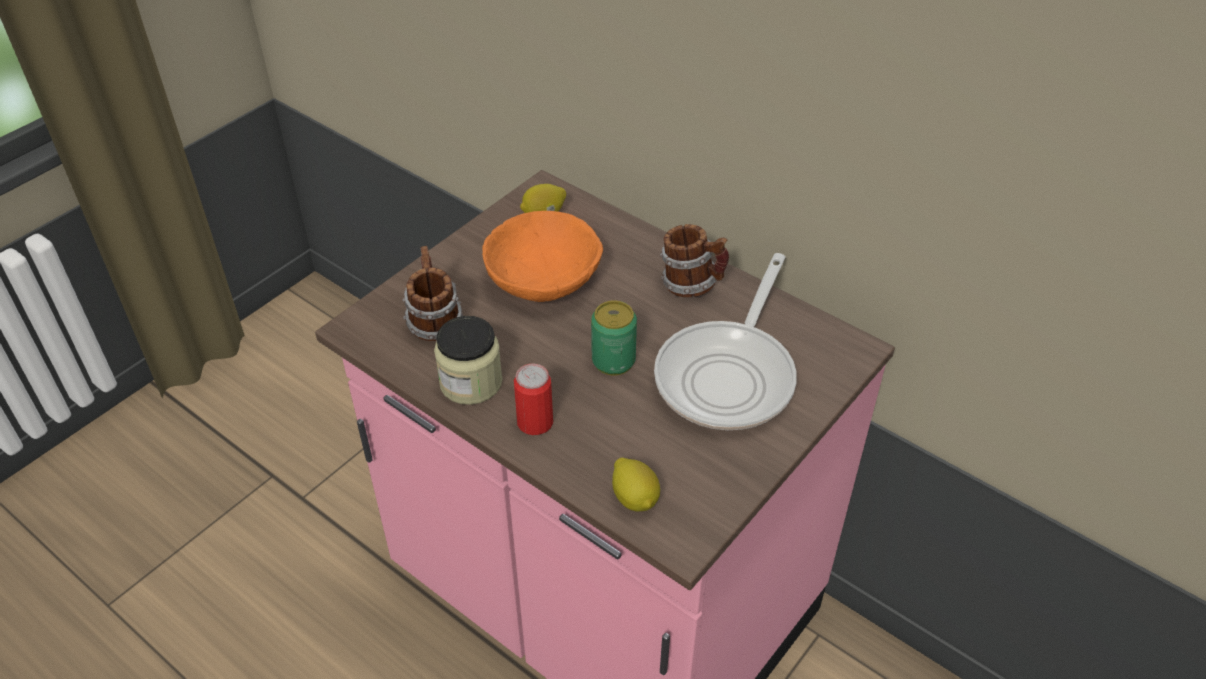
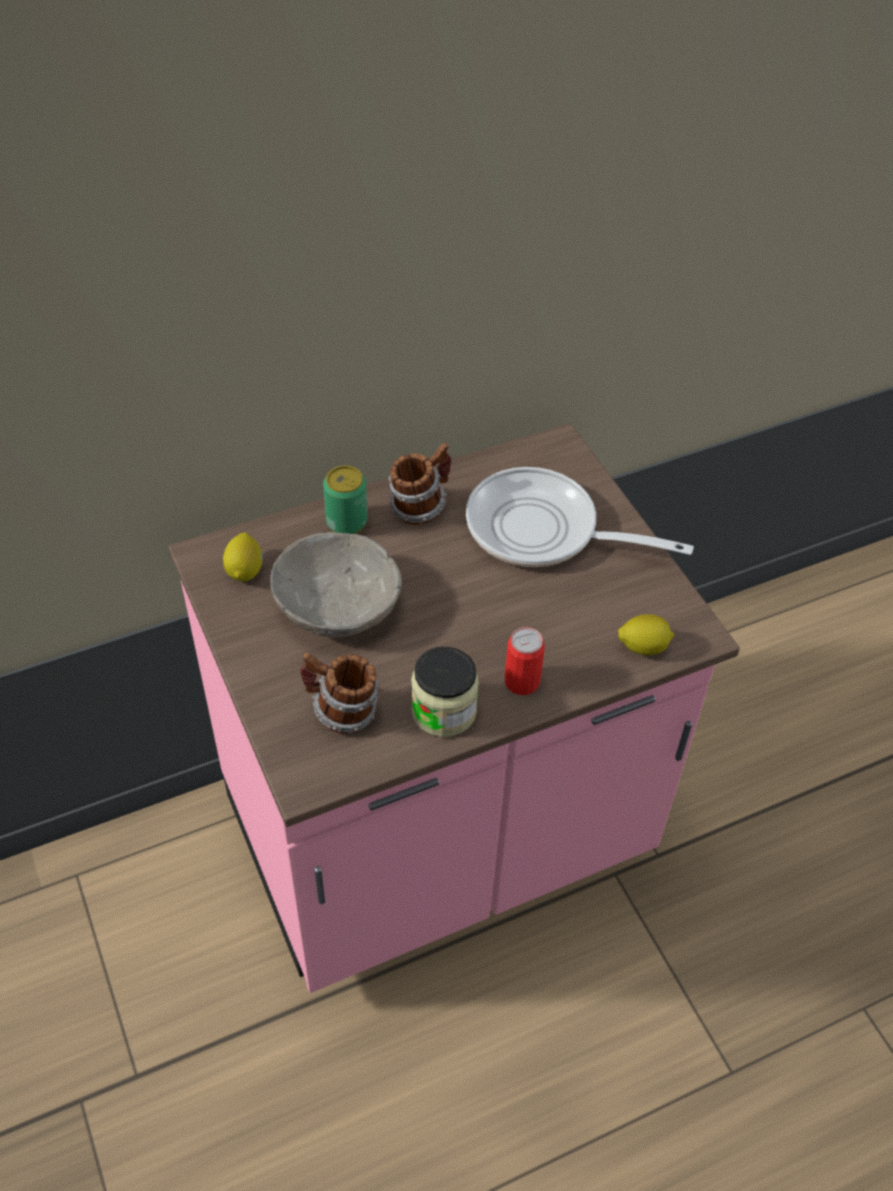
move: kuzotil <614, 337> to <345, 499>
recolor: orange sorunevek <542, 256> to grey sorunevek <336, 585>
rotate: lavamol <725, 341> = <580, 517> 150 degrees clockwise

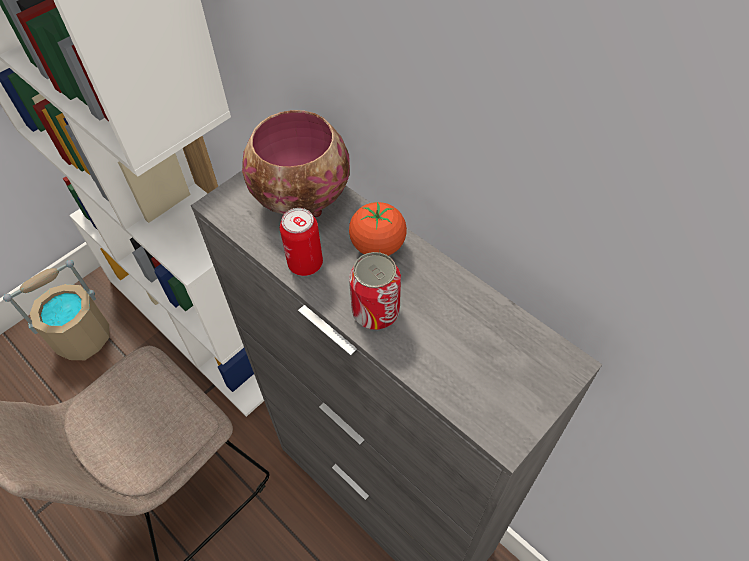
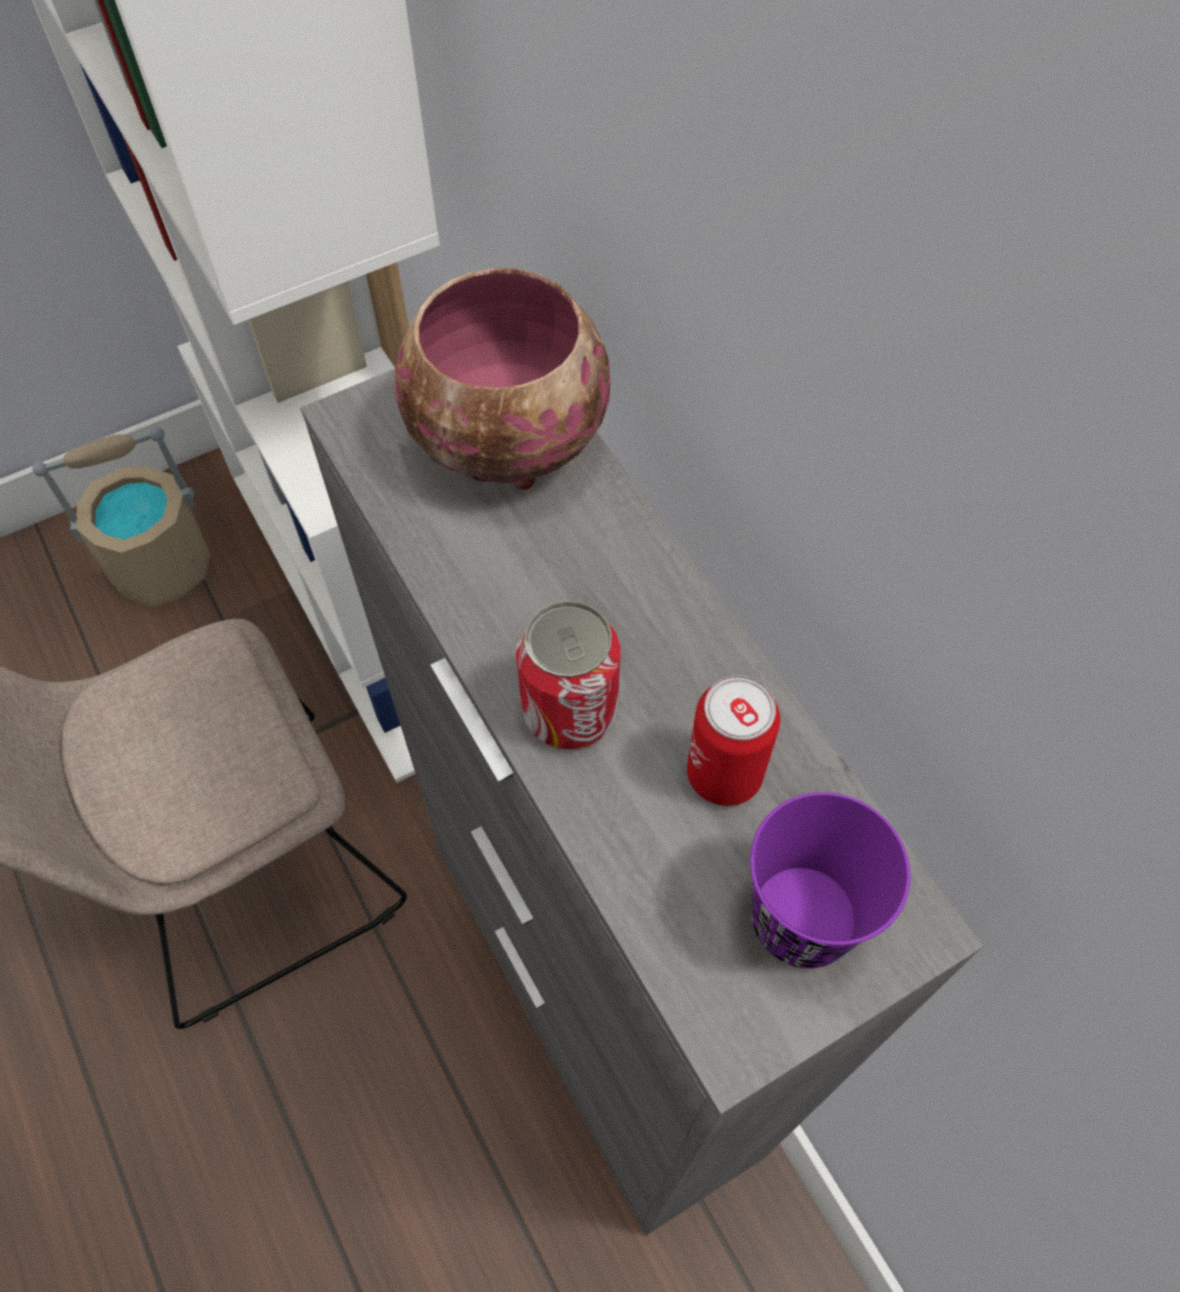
delete: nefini <378, 229>
insert: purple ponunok <830, 880>
move: kuzotil <301, 242> to <733, 740>

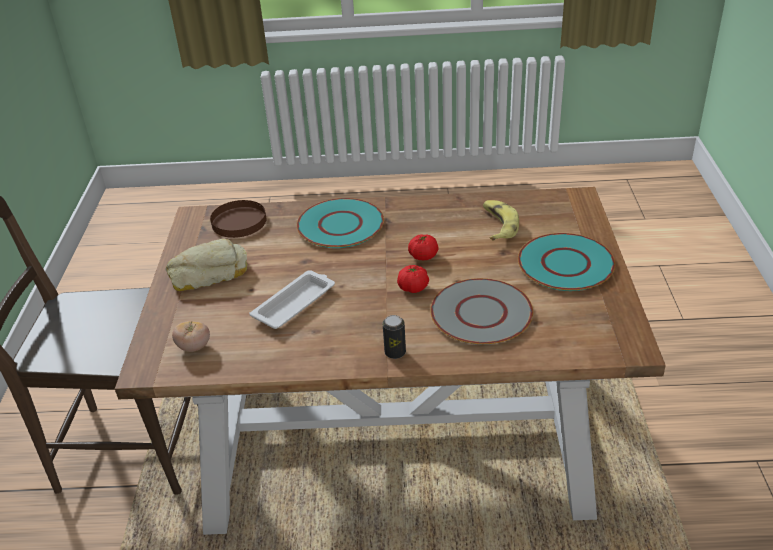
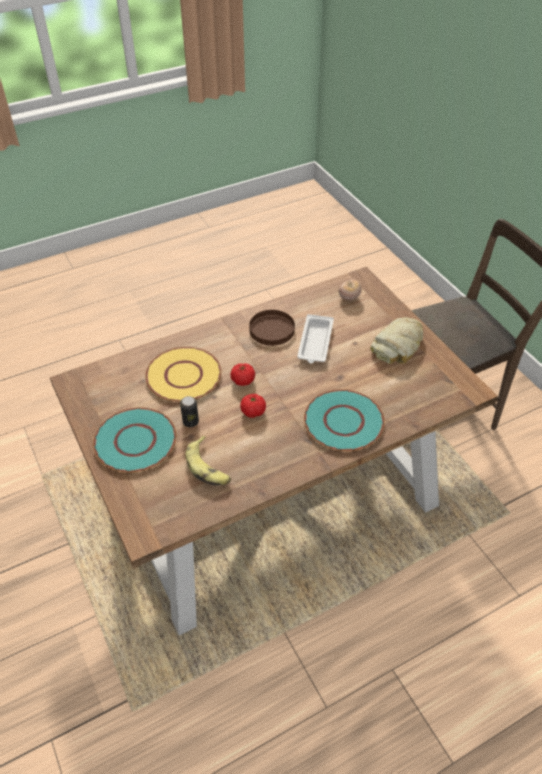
move: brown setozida <238, 219> to <272, 328>; kuzotil <394, 337> to <189, 411>
recolor: grey setozida <481, 311> to yellow setozida <183, 374>

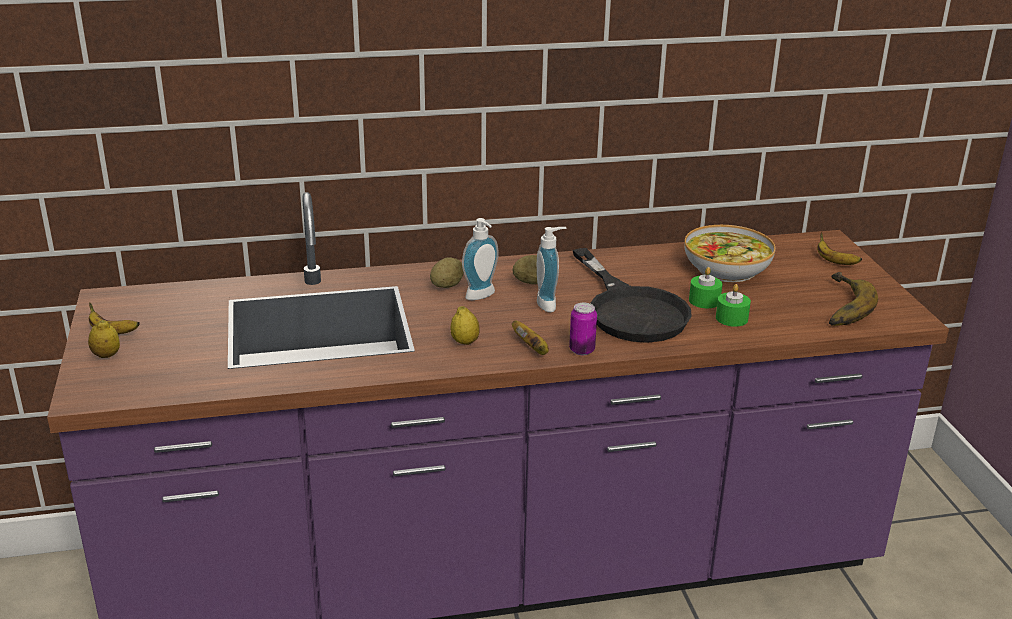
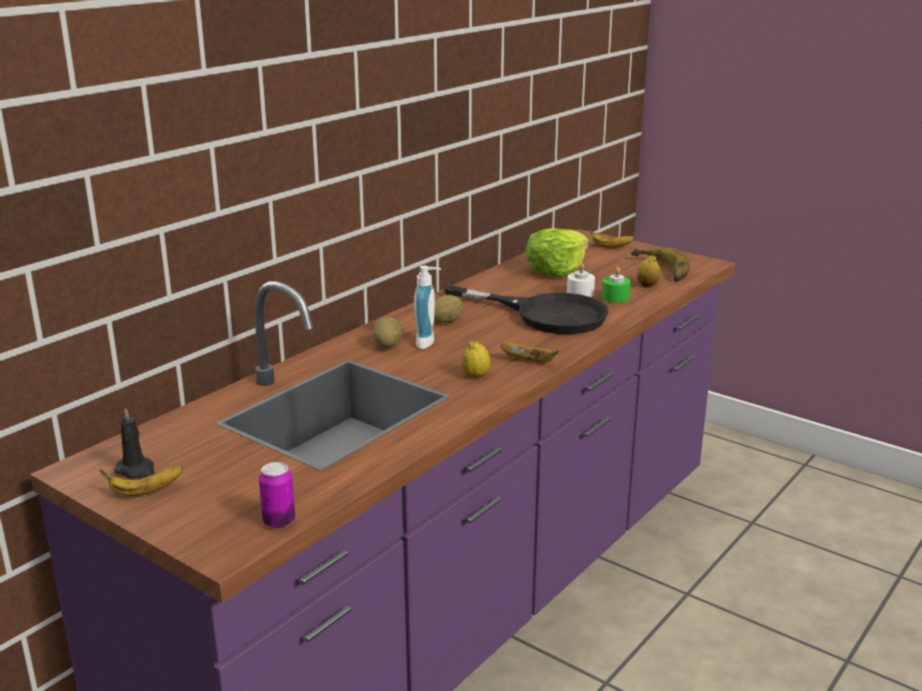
delete: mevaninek <551, 269>
insert: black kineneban <134, 443>
move: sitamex <104, 338> to <649, 271>; kuzotil <583, 328> to <277, 495>
replace: sorunevek <730, 253> to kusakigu <557, 253>
recolor: green kineneban <706, 287> to white kineneban <581, 280>

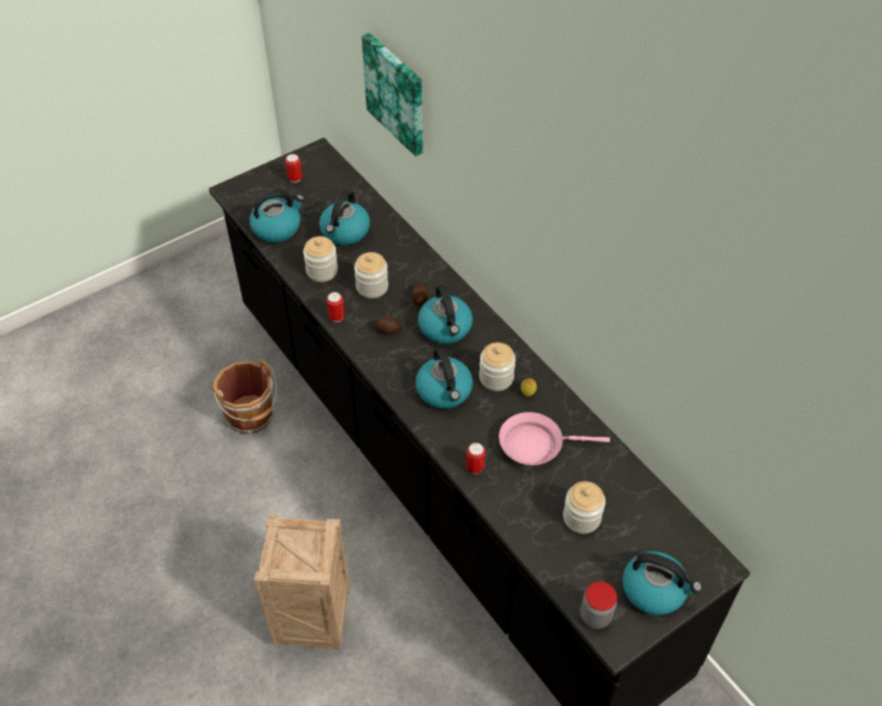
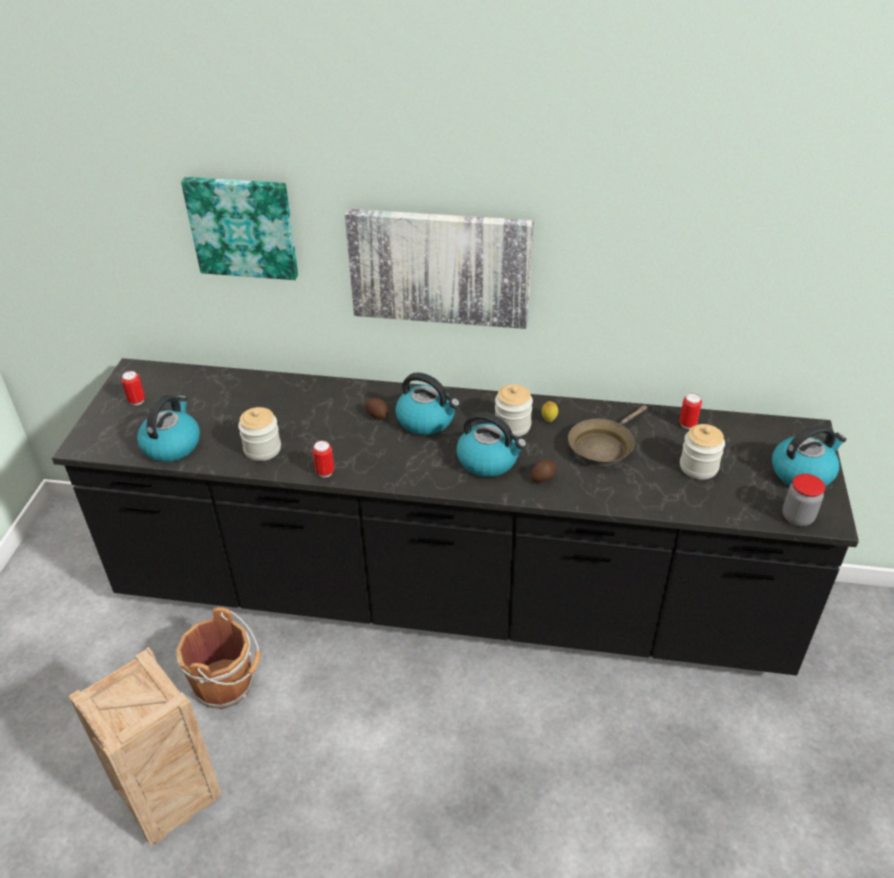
delete: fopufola <344, 217>; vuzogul <371, 275>
insert: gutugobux <439, 269>
move: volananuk <302, 582> to <145, 746>; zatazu <388, 325> to <544, 471>; kuzotil <476, 458> to <690, 411>
recolor: pink lavamol <554, 438> to brown lavamol <607, 436>

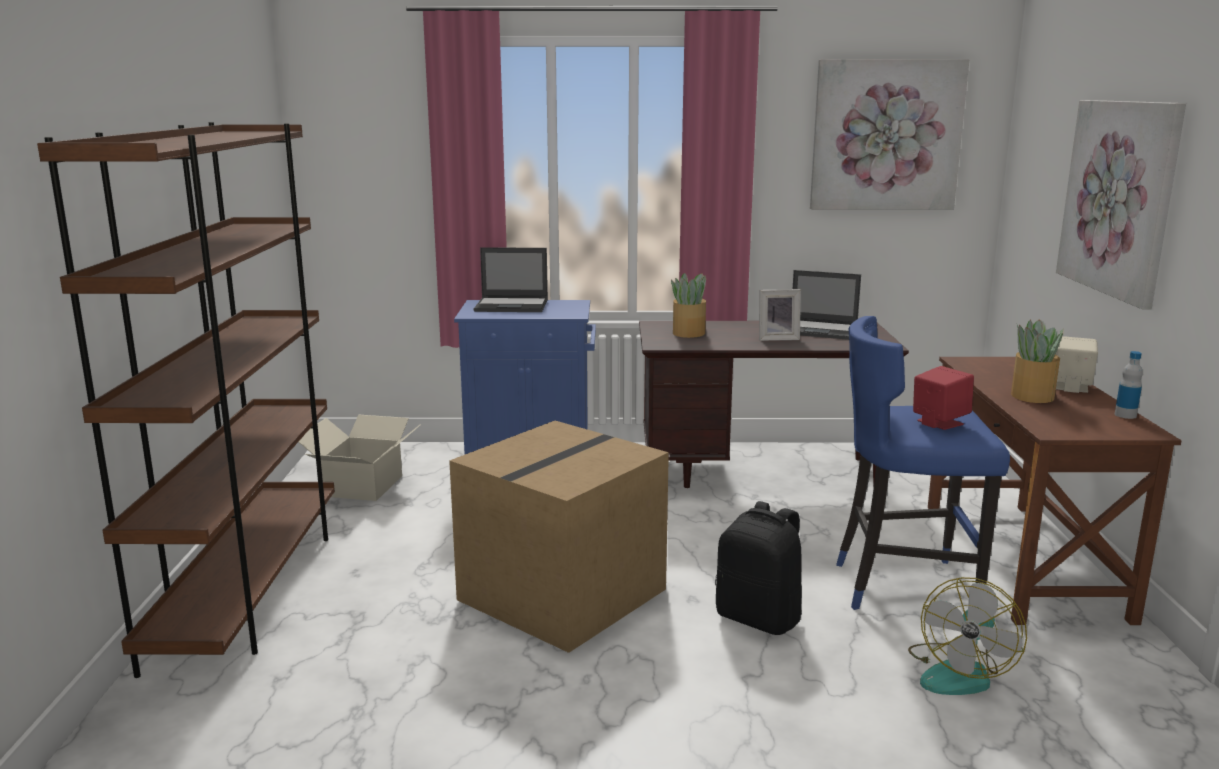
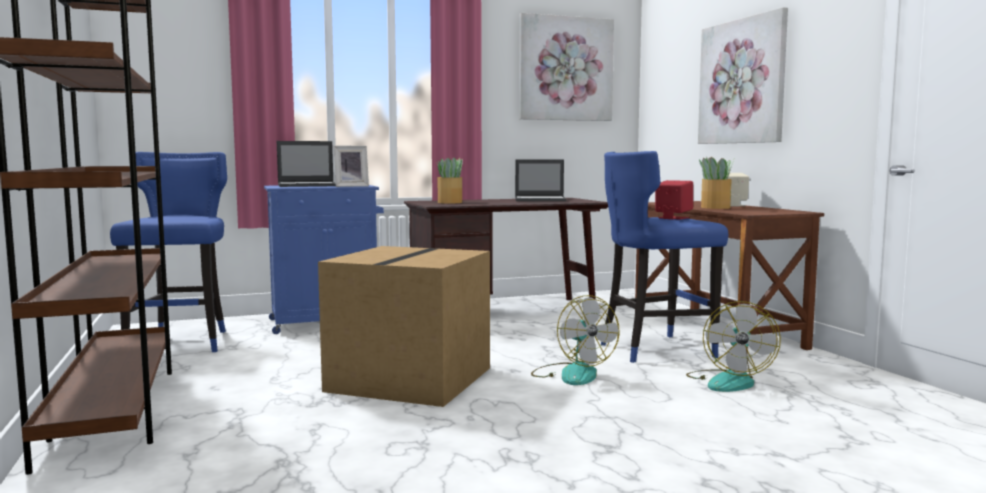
delete: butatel <1129, 385>
move: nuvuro <780, 315> to <351, 166>
replace: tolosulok <359, 458> to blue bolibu <168, 252>; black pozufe <758, 568> to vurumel <575, 340>

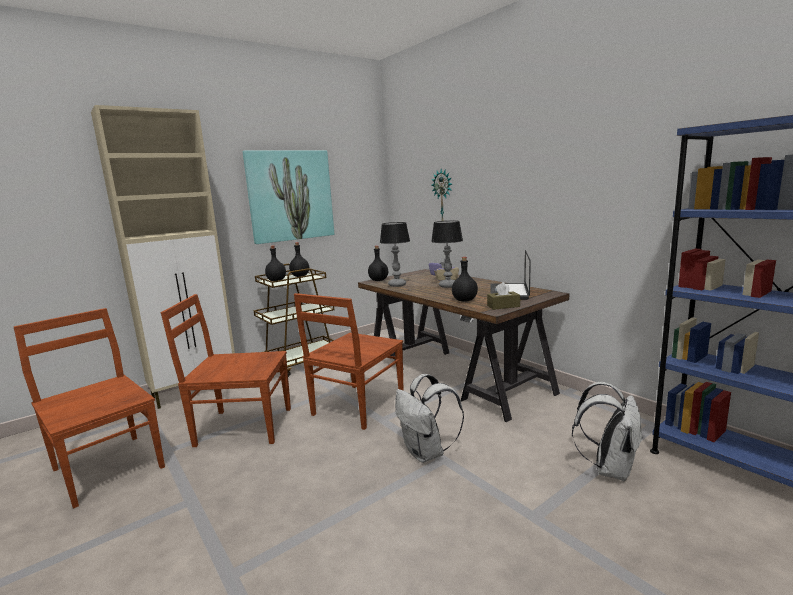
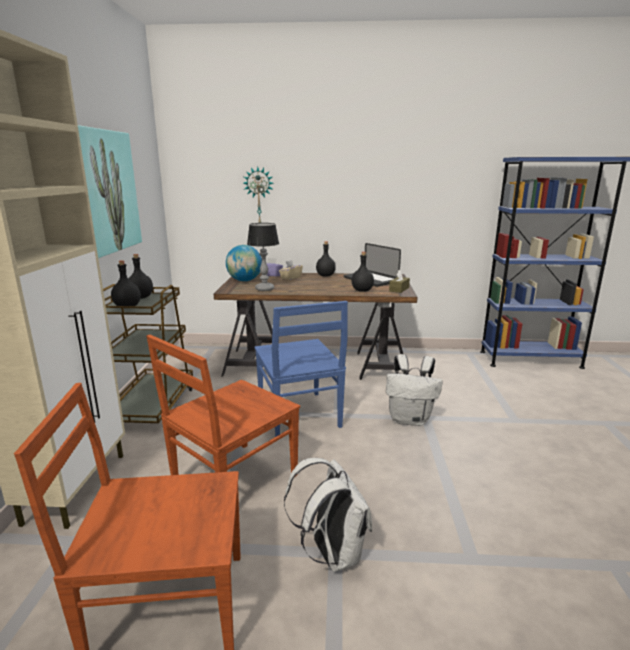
delete: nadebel <447, 254>
insert: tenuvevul <244, 263>
move: black butatel <378, 263> to <326, 259>; white pozufe <607, 431> to <328, 515>
recolor: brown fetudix <349, 361> to blue fetudix <301, 369>

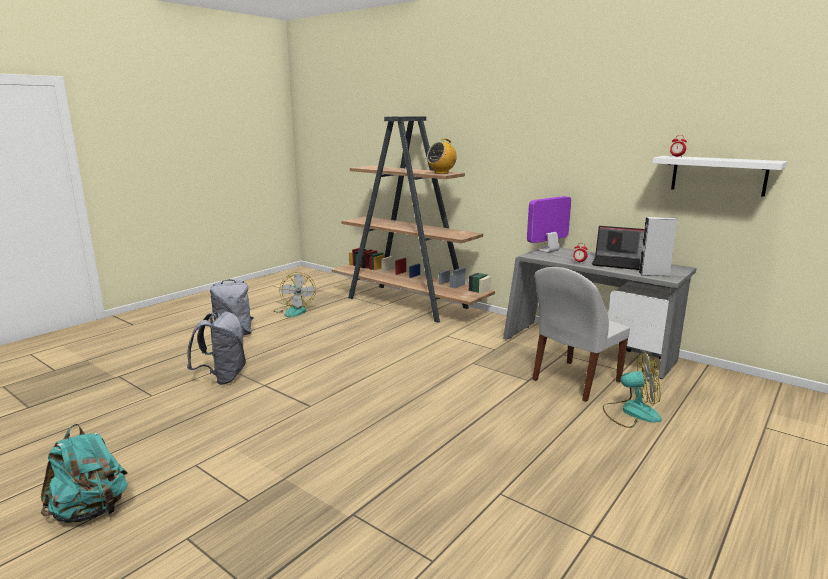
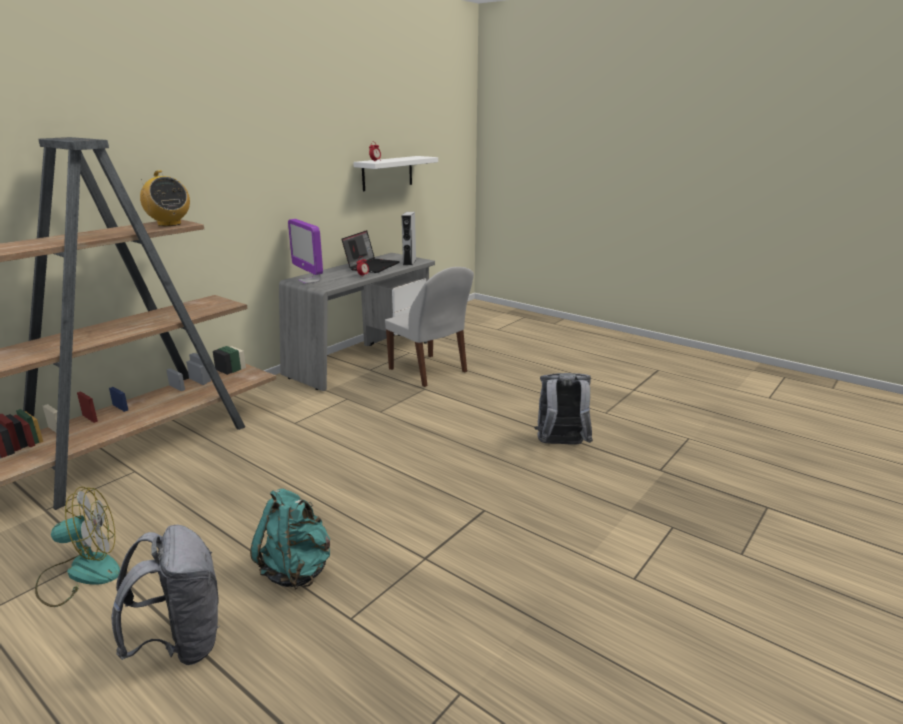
delete: vurumel <632, 389>
move: turquoise pozufe <84, 473> to <290, 539>; grey pozufe <216, 348> to <563, 409>

